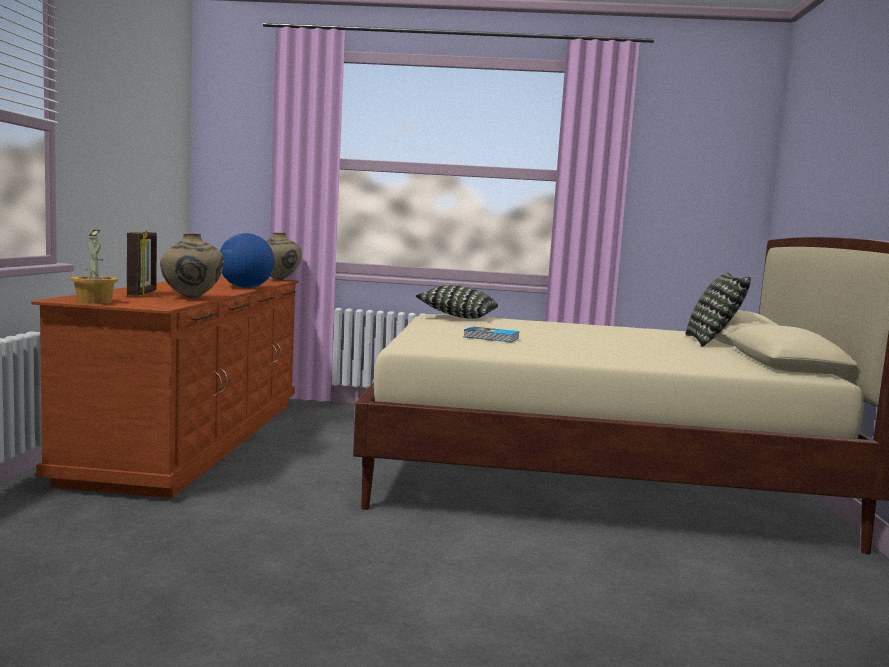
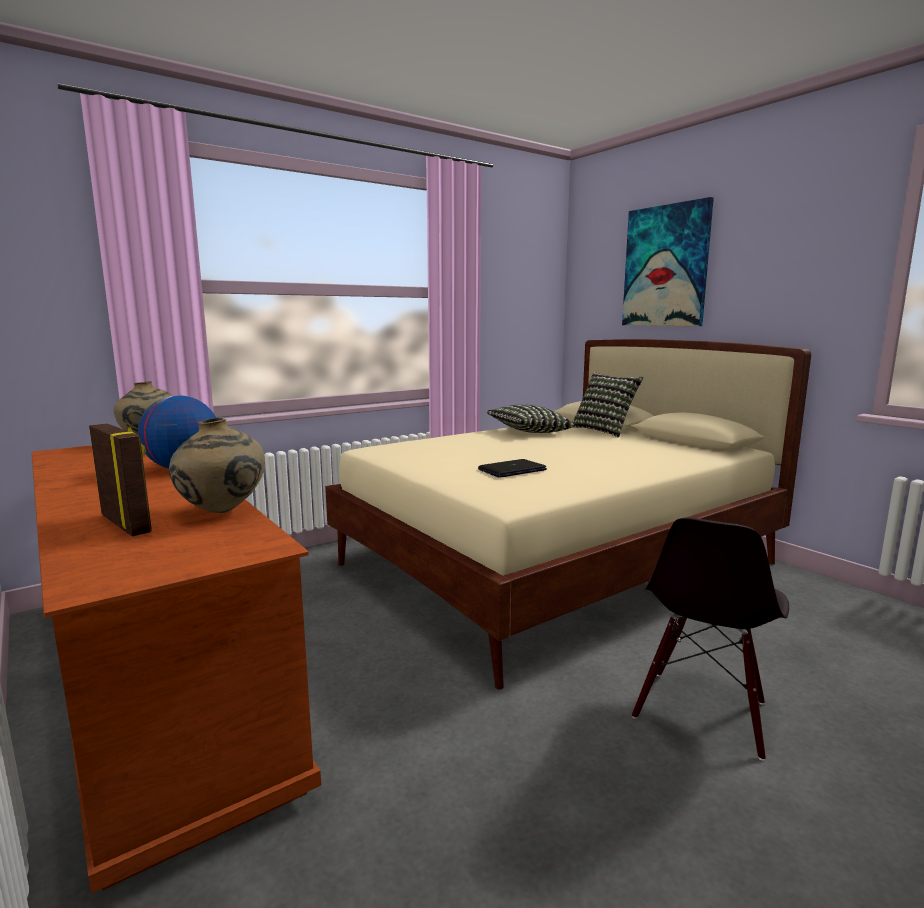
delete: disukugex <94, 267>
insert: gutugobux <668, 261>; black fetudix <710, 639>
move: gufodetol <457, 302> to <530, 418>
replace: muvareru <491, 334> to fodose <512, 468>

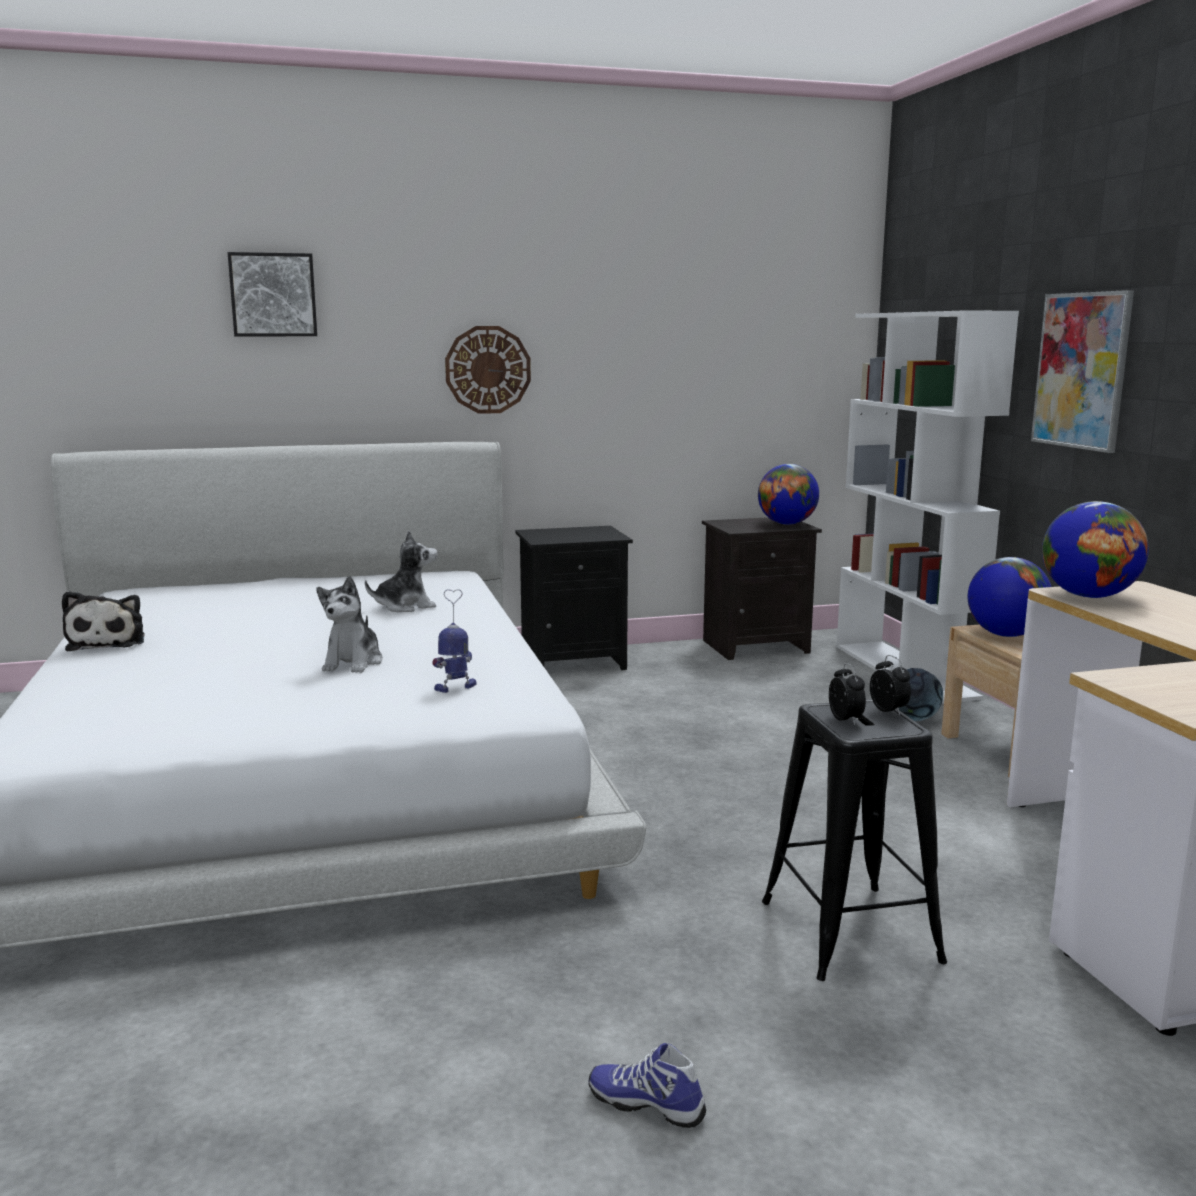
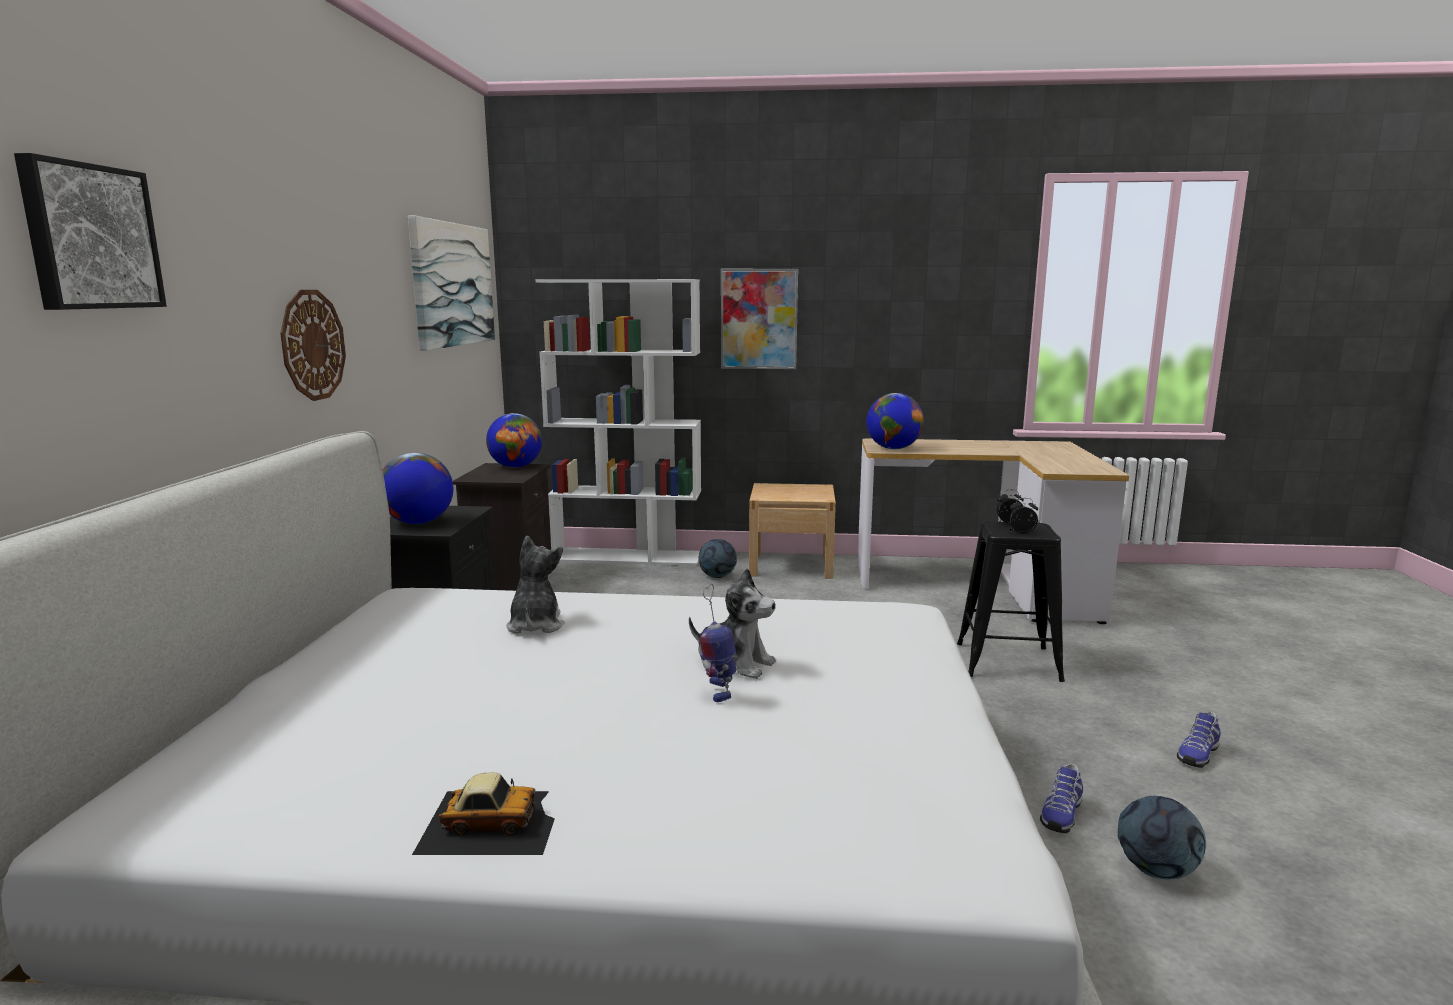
insert: gutugobux <451, 283>; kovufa <1061, 798>; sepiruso <1162, 838>
move: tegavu <454, 641> to <718, 643>; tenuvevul <1010, 597> to <418, 488>
replace: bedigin <103, 621> to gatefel <483, 813>

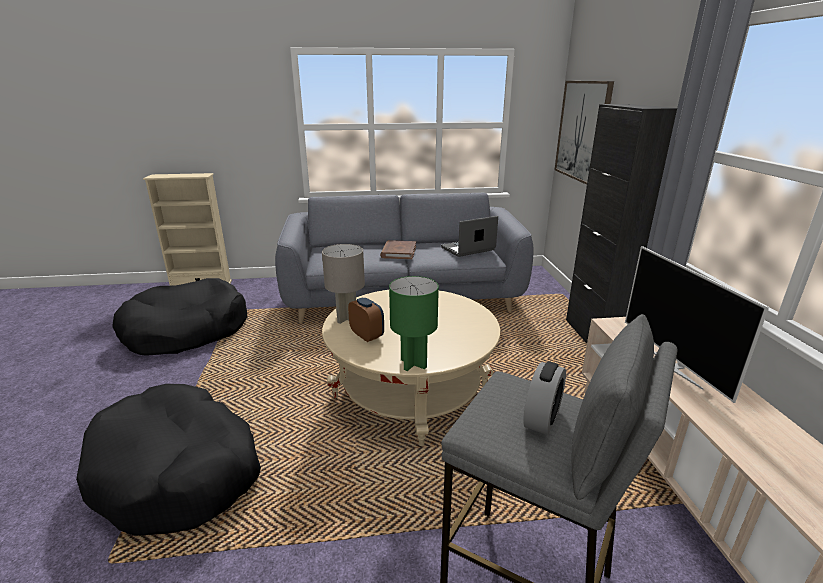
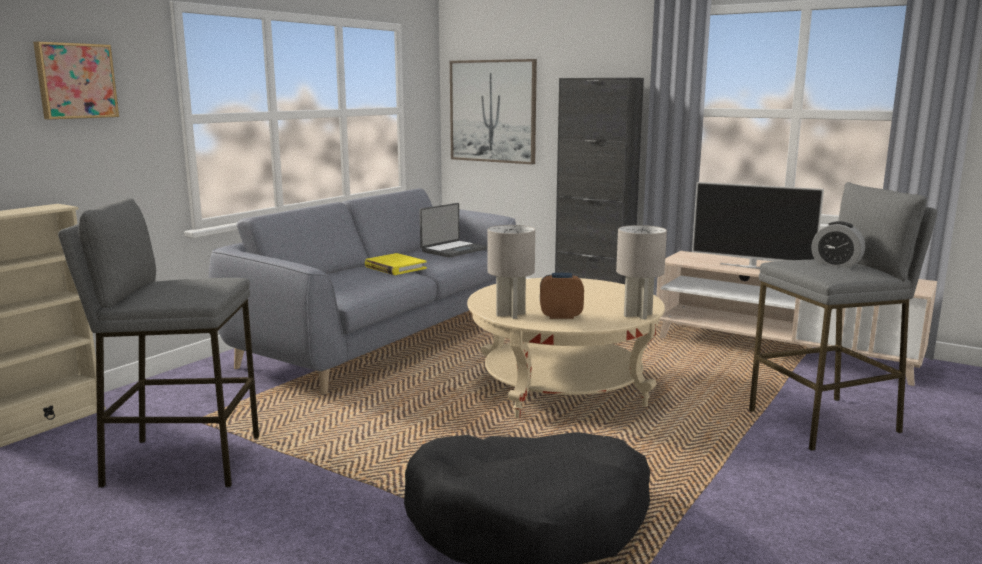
insert: gutugobux <76, 80>
replace: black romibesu <179, 317> to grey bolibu <158, 343>
recolor: brown muvareru <398, 249> to yellow muvareru <396, 264>; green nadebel <414, 323> to grey nadebel <641, 272>
rotate: fodose <469, 236> = <453, 230> 150 degrees counterclockwise; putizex <544, 398> = <838, 244> 150 degrees clockwise

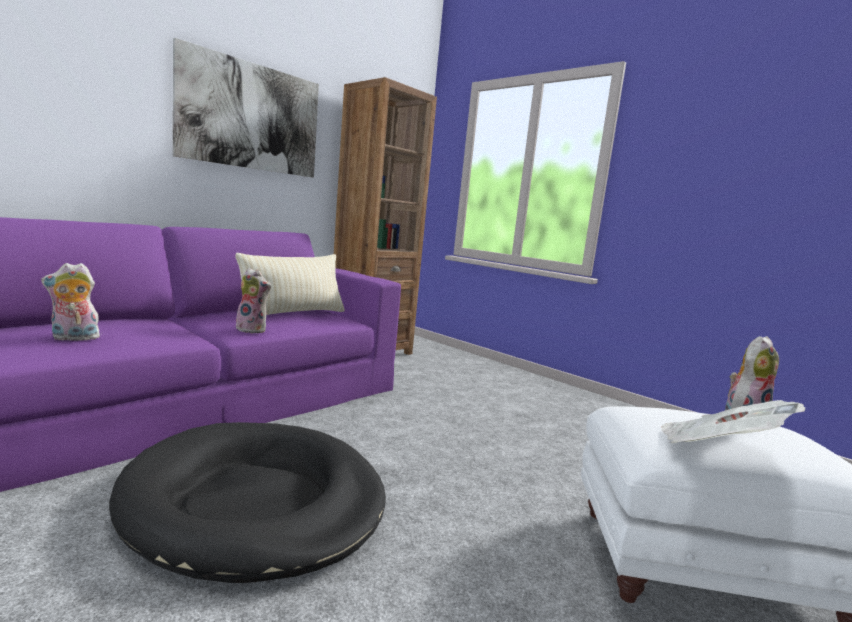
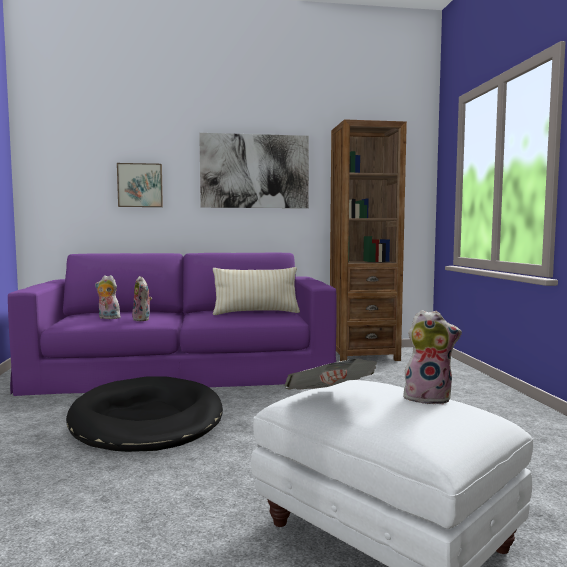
insert: gutugobux <140, 185>
move: bedigin <253, 301> to <142, 298>

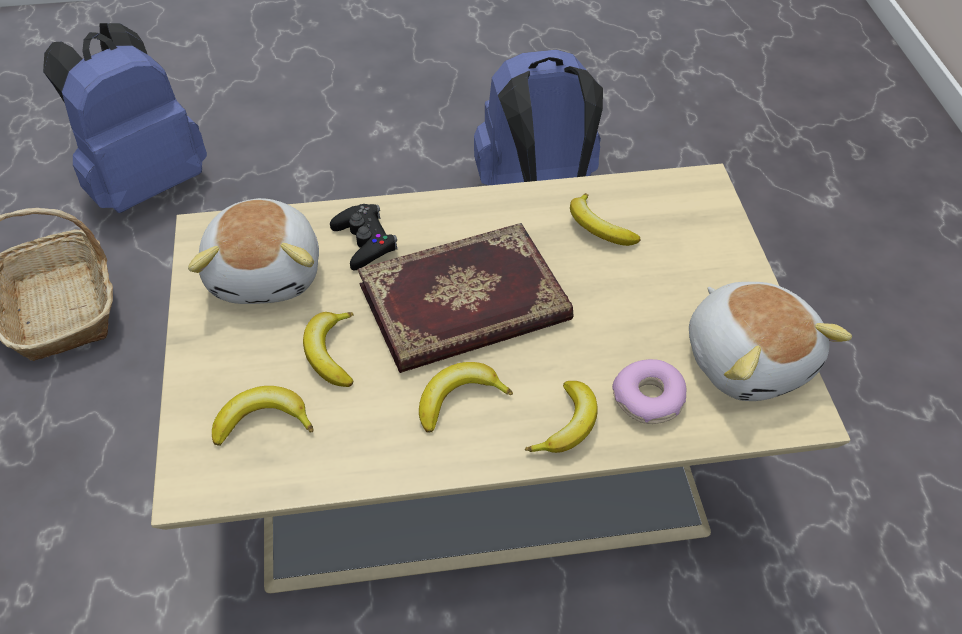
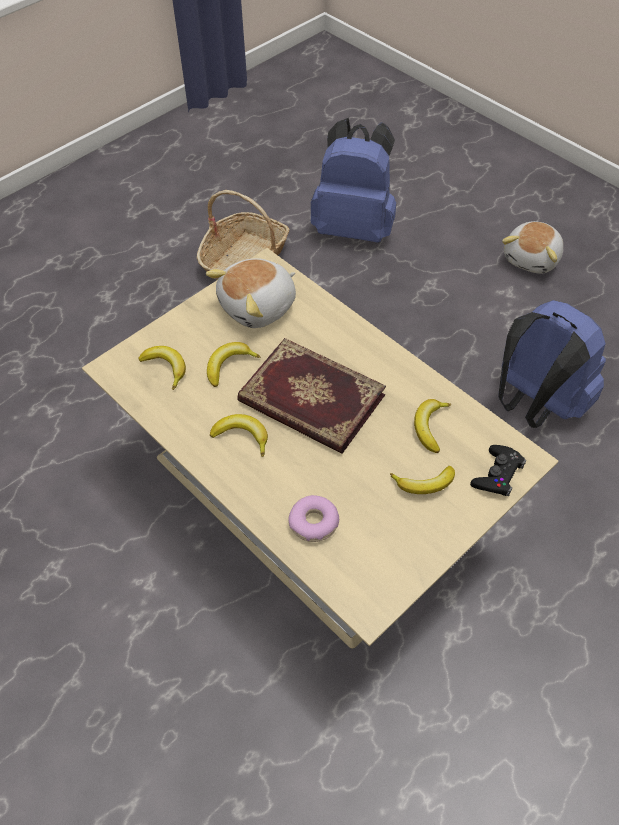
move: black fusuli <363, 237> to <498, 470>; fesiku <561, 417> to <422, 480>; bedigin <770, 341> to <532, 247>

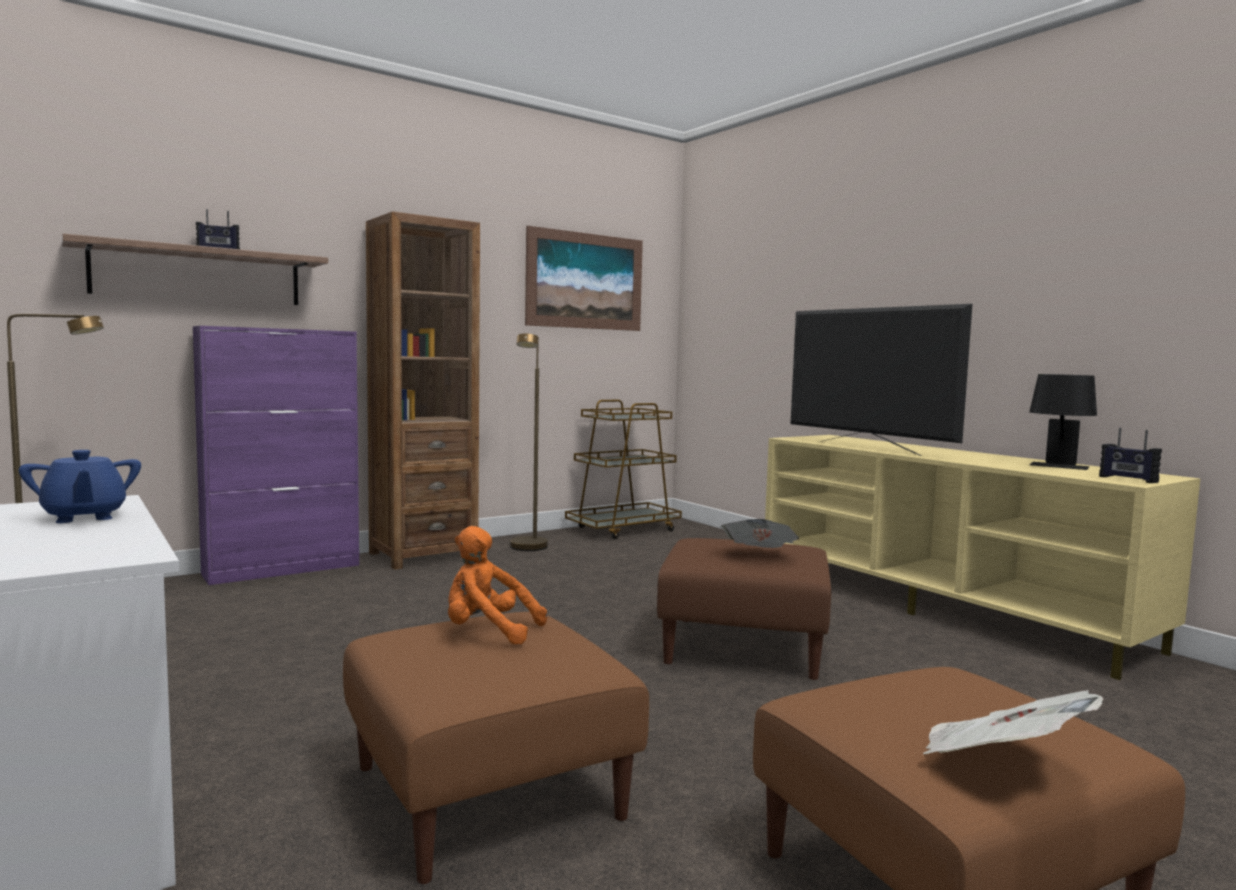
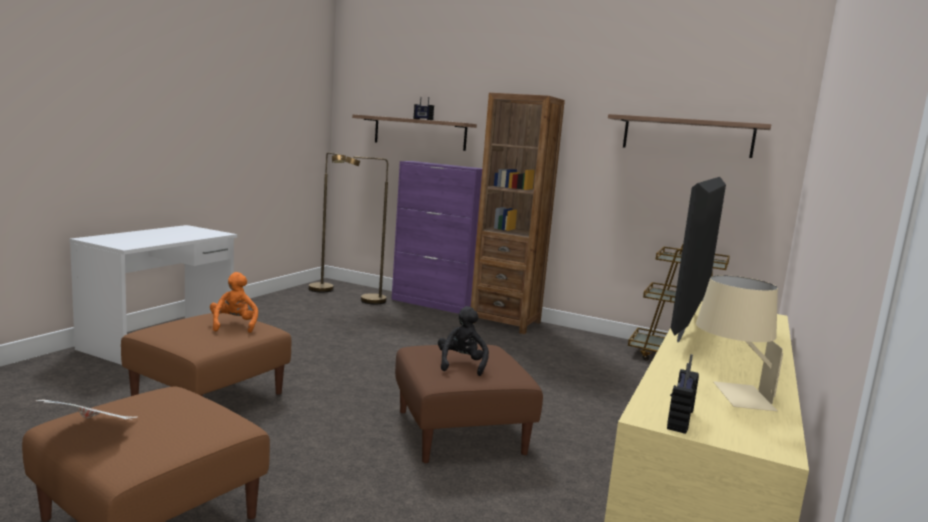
delete: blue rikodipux <80, 486>
move: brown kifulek <529, 442> to <366, 230>
replace: gutugobux <584, 278> to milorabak <689, 136>; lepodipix <760, 533> to black bedigin <463, 341>
recolor: black nadebel <1063, 422> to beige nadebel <739, 343>

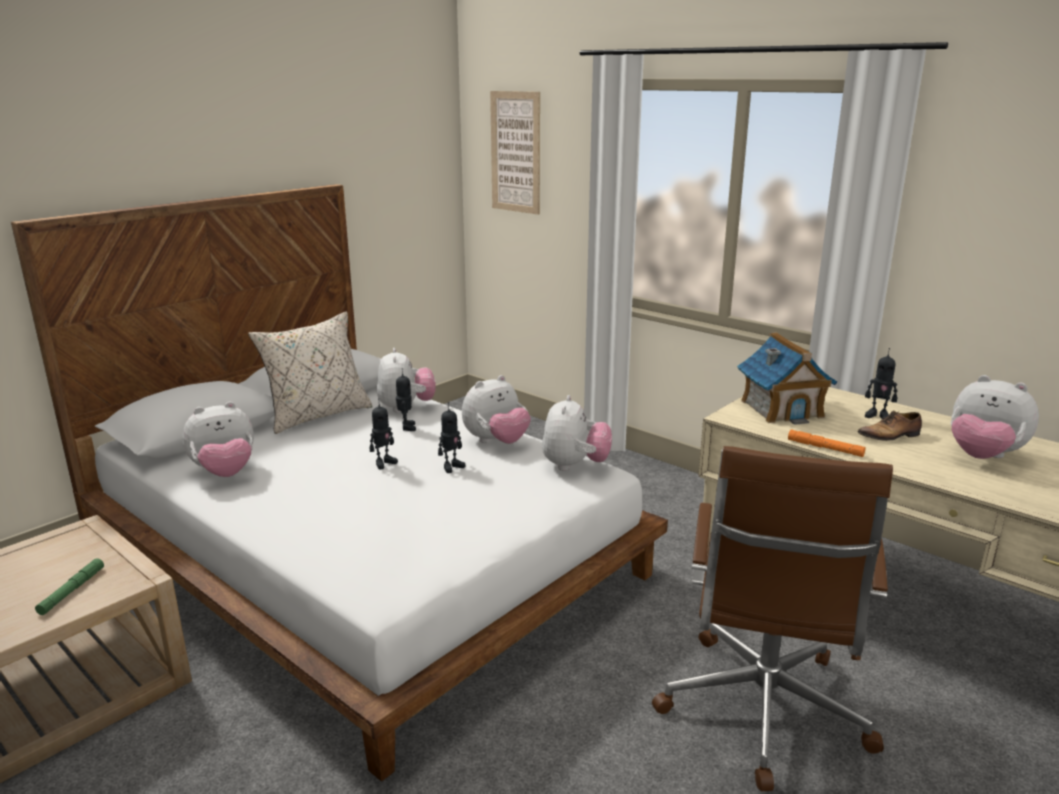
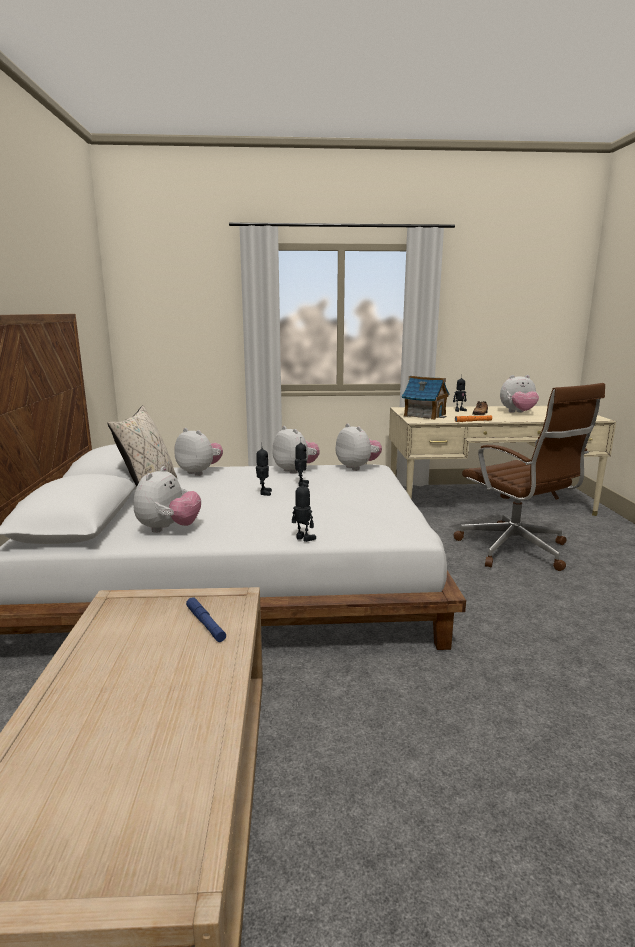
delete: gutugobux <515, 153>
move: tegavu <406, 399> to <304, 510>
recolor: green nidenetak <69, 586> to blue nidenetak <206, 619>
rotate: bedigin <496, 409> = <296, 450> 45 degrees counterclockwise

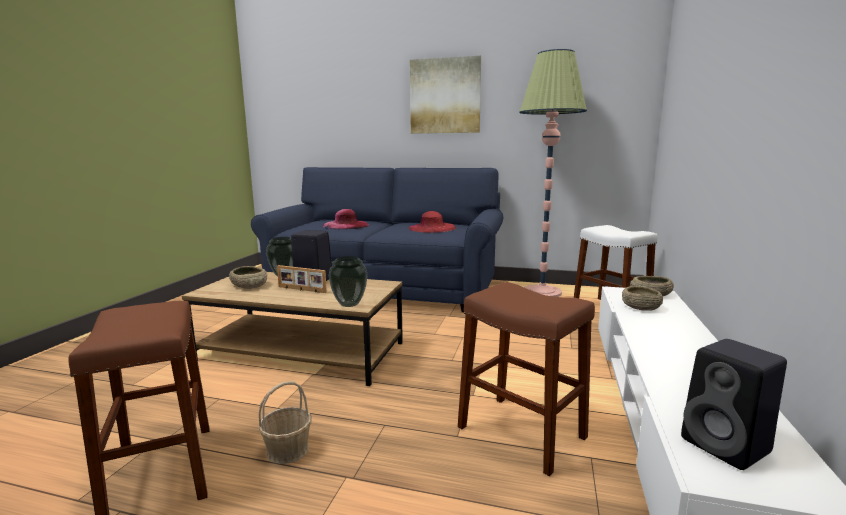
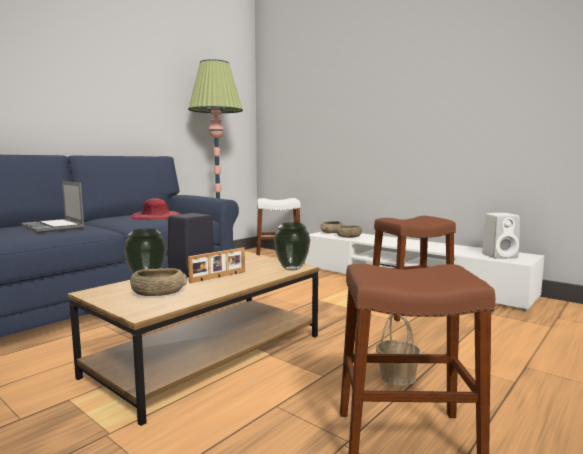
delete: gutugobux <445, 95>
replace: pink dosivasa <346, 219> to fodose <53, 207>
recolor: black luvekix <734, 404> to white luvekix <501, 236>

